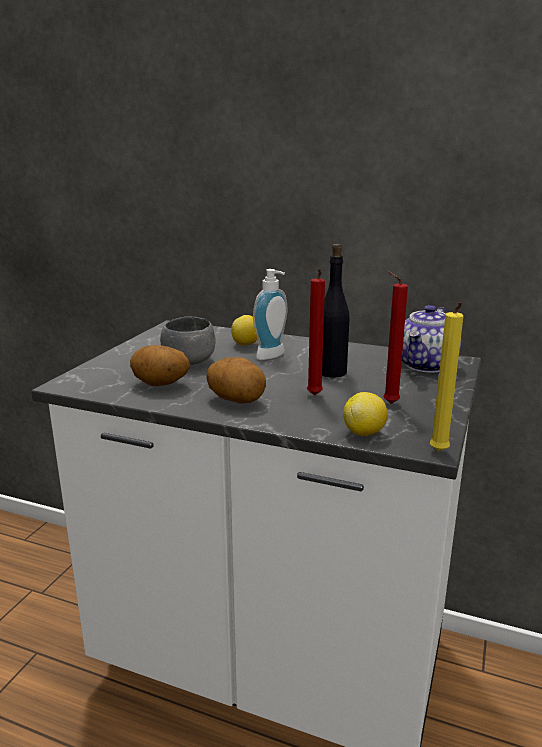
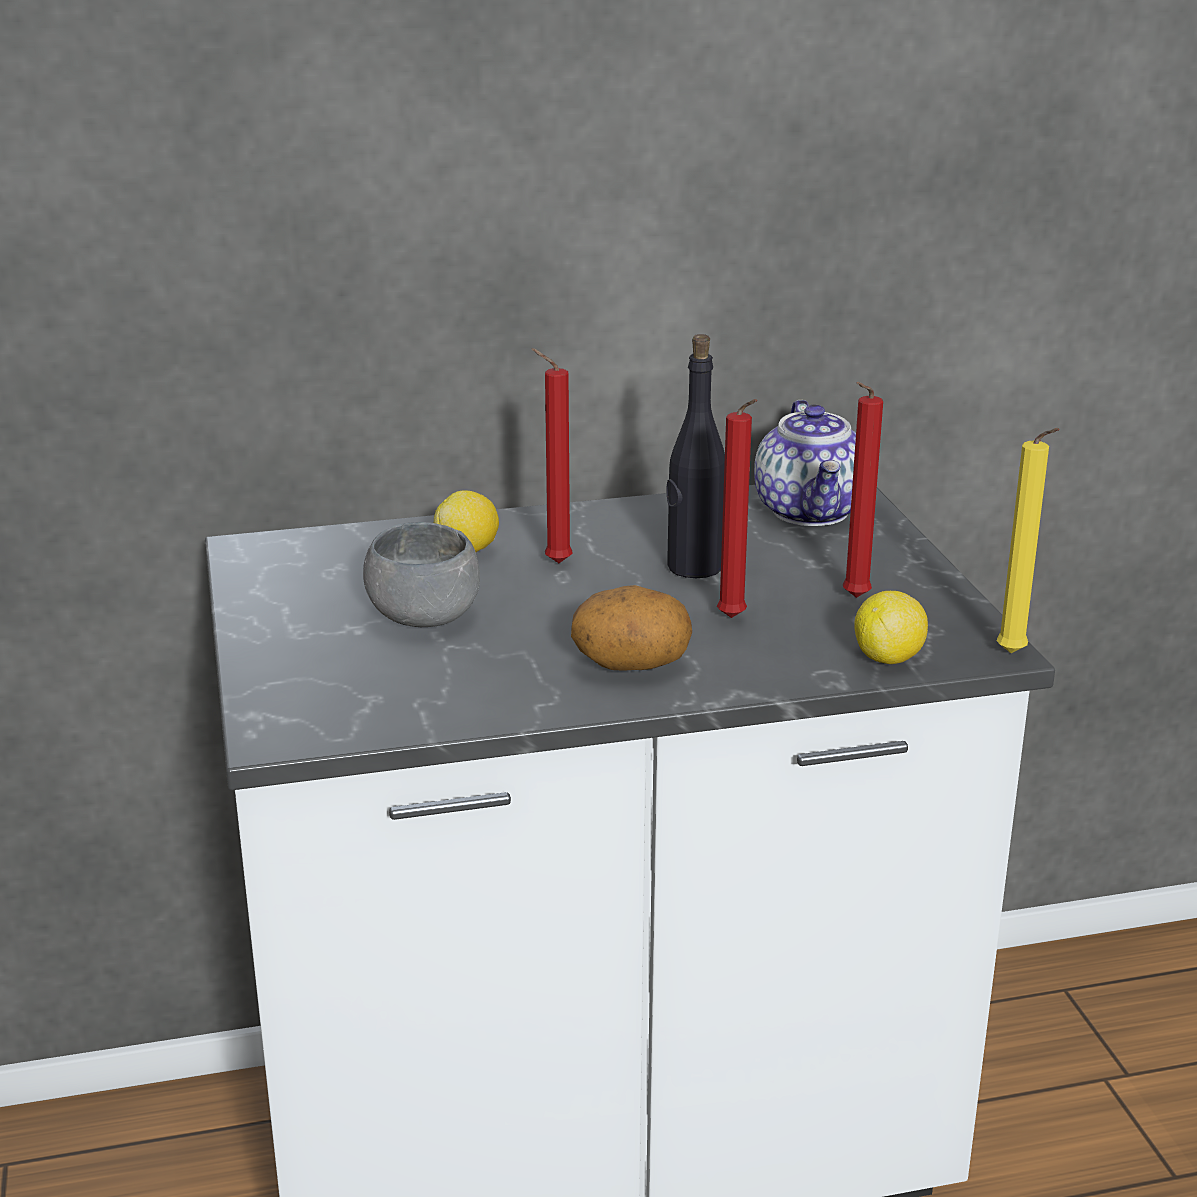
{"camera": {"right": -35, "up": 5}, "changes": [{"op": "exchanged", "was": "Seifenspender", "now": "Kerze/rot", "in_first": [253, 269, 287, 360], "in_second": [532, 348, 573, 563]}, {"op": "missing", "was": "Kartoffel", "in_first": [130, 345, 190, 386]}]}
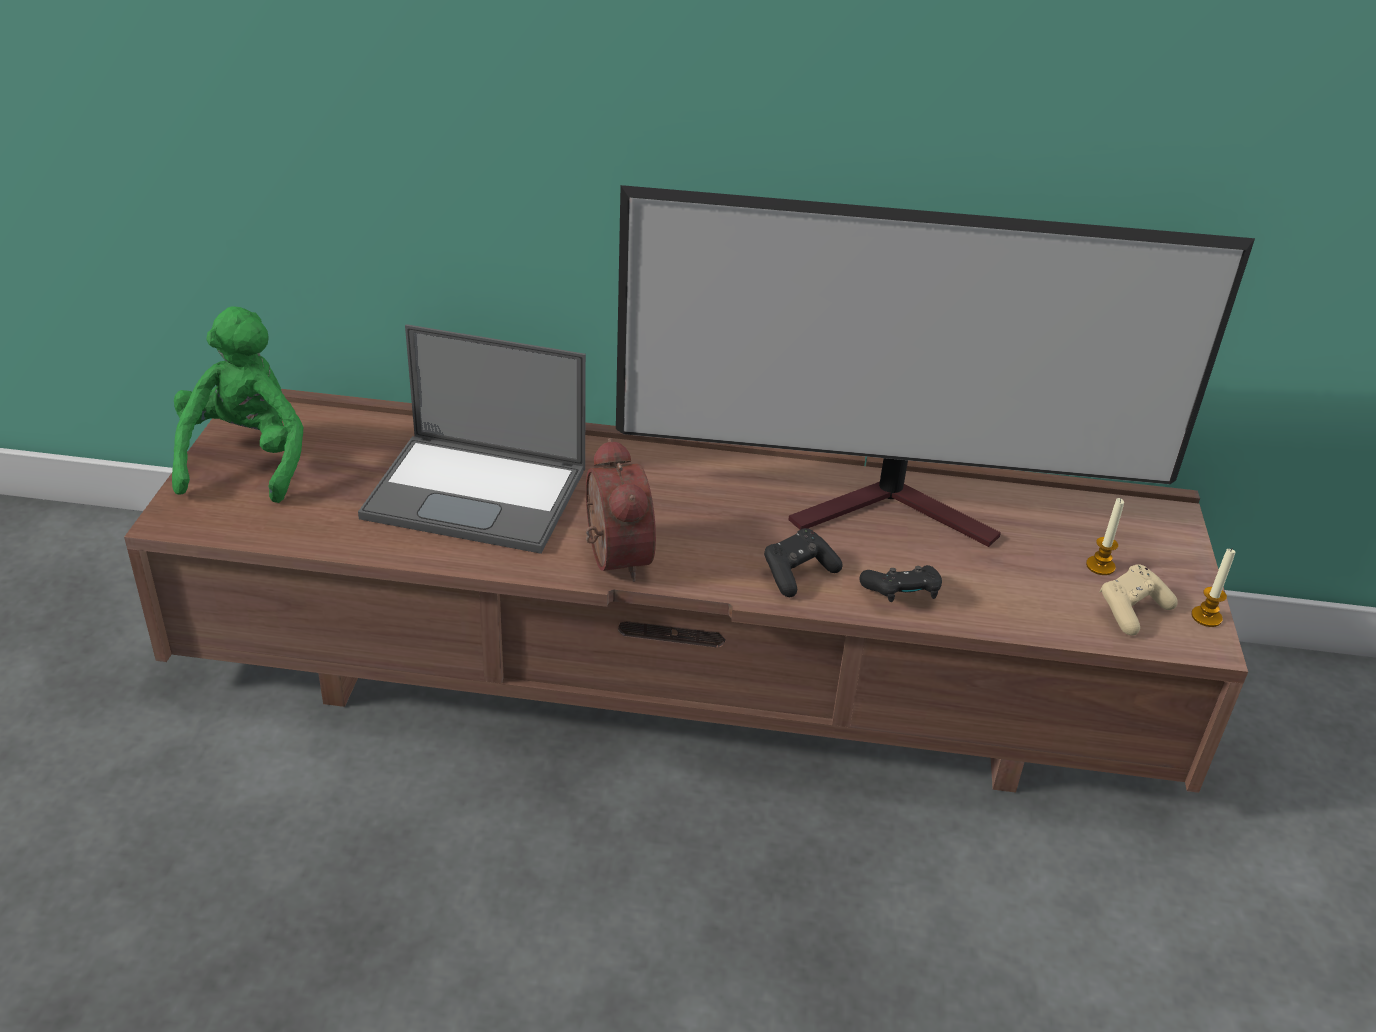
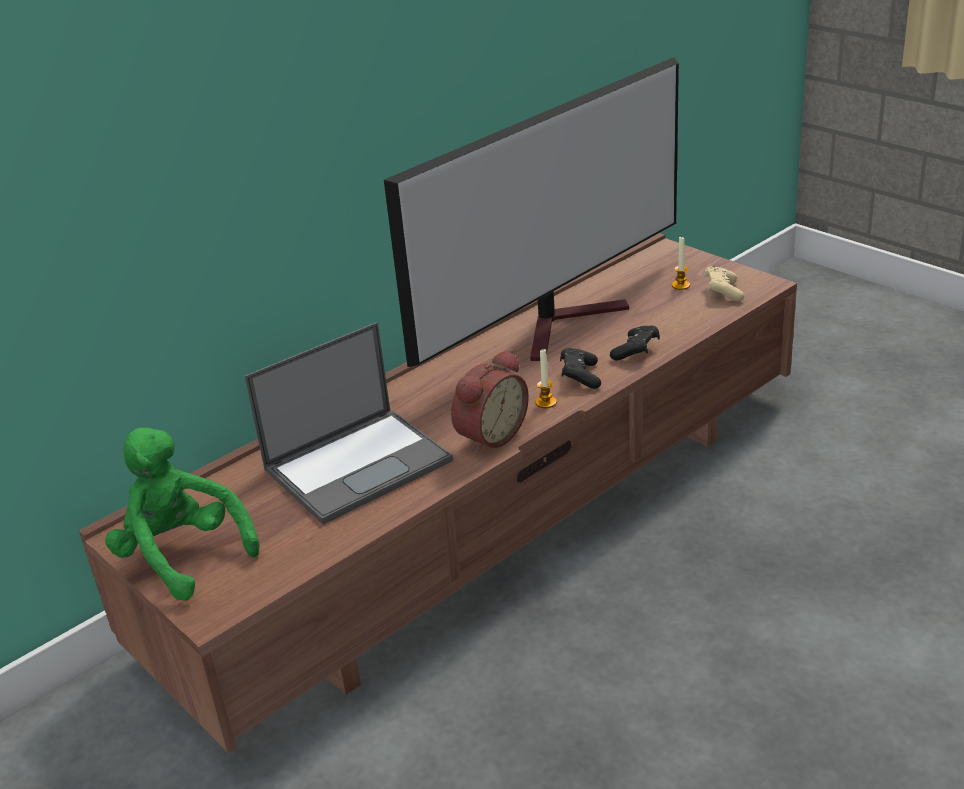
{"camera": {"right": -45, "up": -5}, "changes": [{"op": "spun", "was": "Wecker", "in_first": [586, 438, 656, 582], "in_second": [451, 350, 529, 454], "clockwise": 105}, {"op": "relocated", "was": "Kerze", "in_first": [1191, 549, 1235, 627], "in_second": [535, 349, 557, 408]}]}
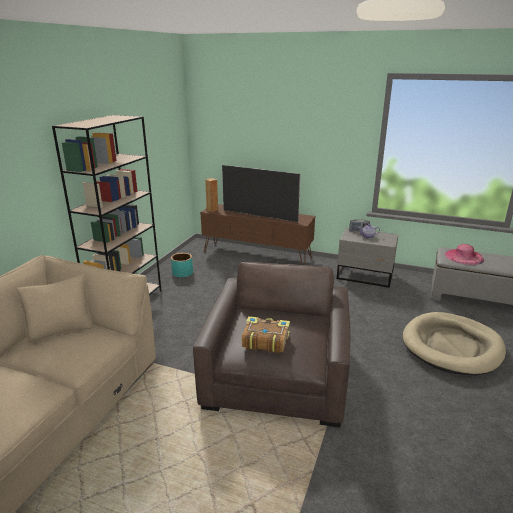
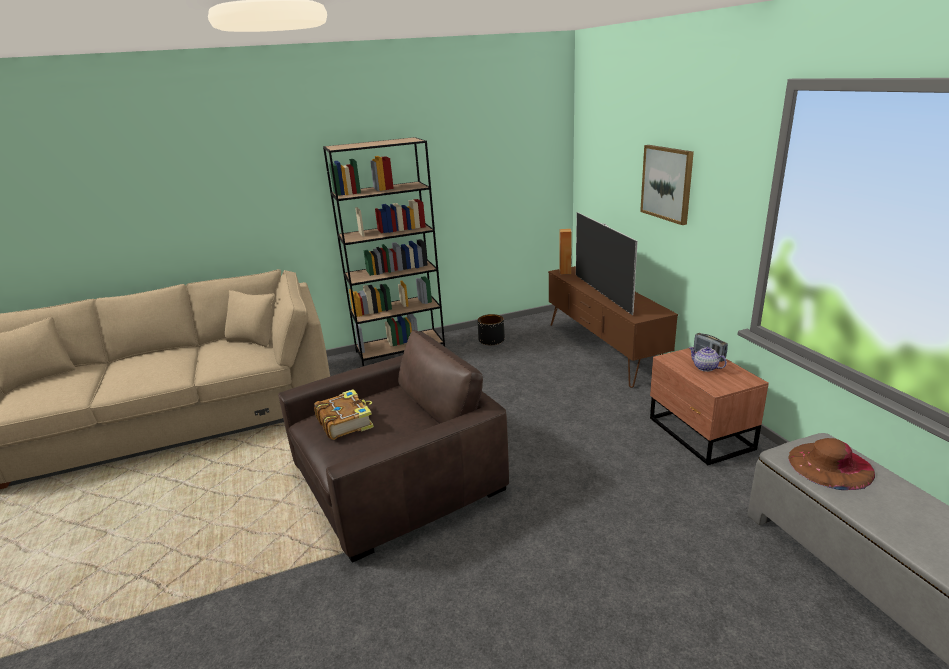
{"camera": {"right": 50, "up": 0}, "changes": [{"op": "colour", "was": "Pflanzkübel/türkis", "now": "Pflanzkübel/schwarz", "in_first": [171, 253, 193, 278], "in_second": [477, 314, 505, 345]}, {"op": "appeared", "now": "Bild", "in_second": [640, 145, 694, 225]}, {"op": "colour", "was": "Nachttisch/grau", "now": "Nachttisch/braun", "in_first": [337, 228, 399, 288], "in_second": [650, 347, 769, 465]}, {"op": "colour", "was": "Hut/rosa", "now": "Hut/braun", "in_first": [445, 244, 484, 265], "in_second": [788, 438, 875, 490]}, {"op": "missing", "was": "Hundebett/beige", "in_first": [402, 312, 506, 375]}]}
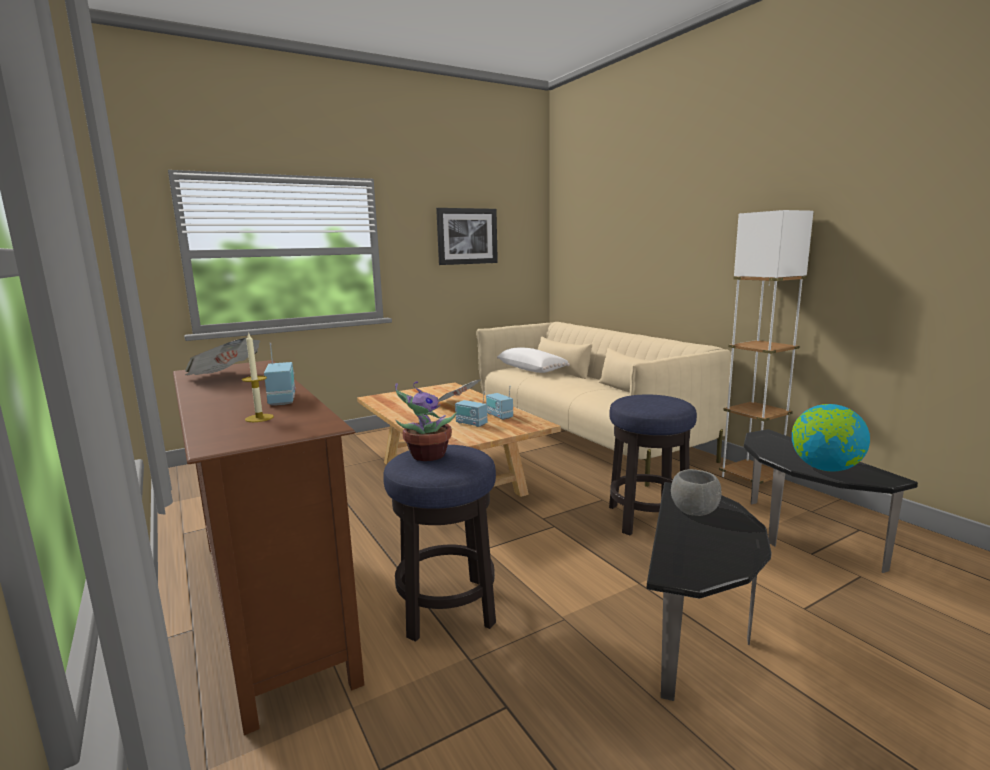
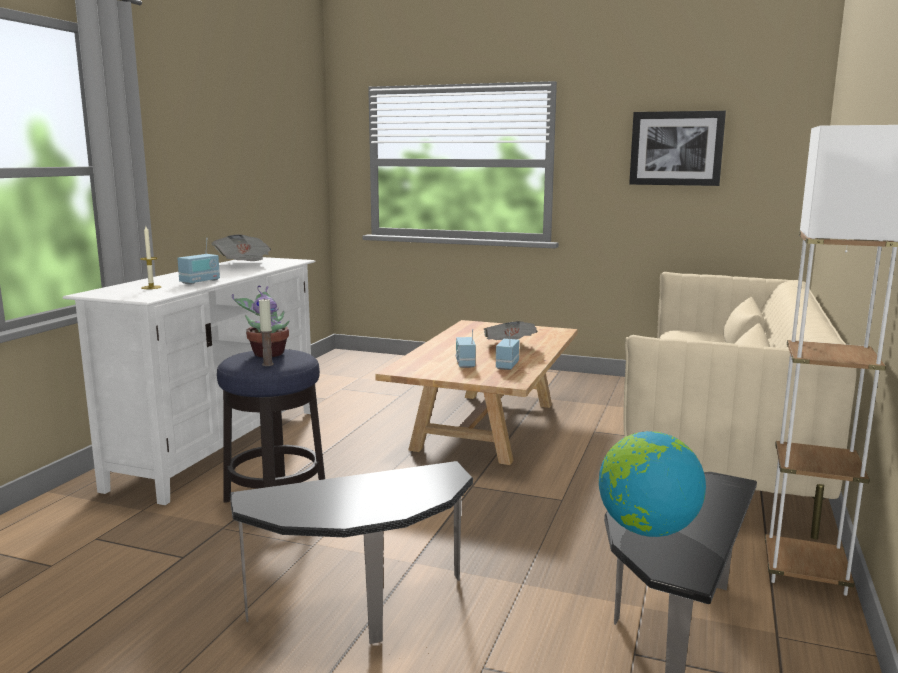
{"camera": {"right": 50, "up": 0}, "changes": [{"op": "colour", "was": "Fernsehschrank/braun", "now": "Fernsehschrank/weiß", "in_first": [173, 360, 364, 735], "in_second": [62, 257, 316, 505]}, {"op": "appeared", "now": "Kerze", "in_second": [259, 299, 274, 366]}, {"op": "missing", "was": "Kissen/weiß", "in_first": [497, 347, 570, 373]}, {"op": "missing", "was": "Hocker", "in_first": [609, 395, 697, 536]}, {"op": "missing", "was": "Schüssel/grau", "in_first": [671, 469, 721, 516]}]}
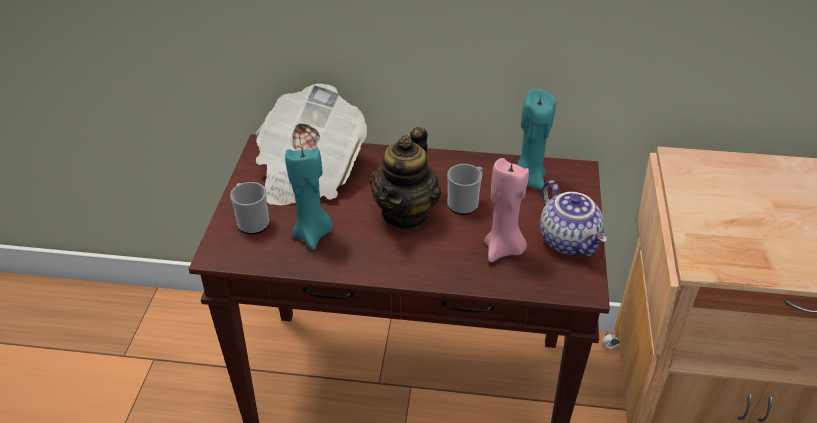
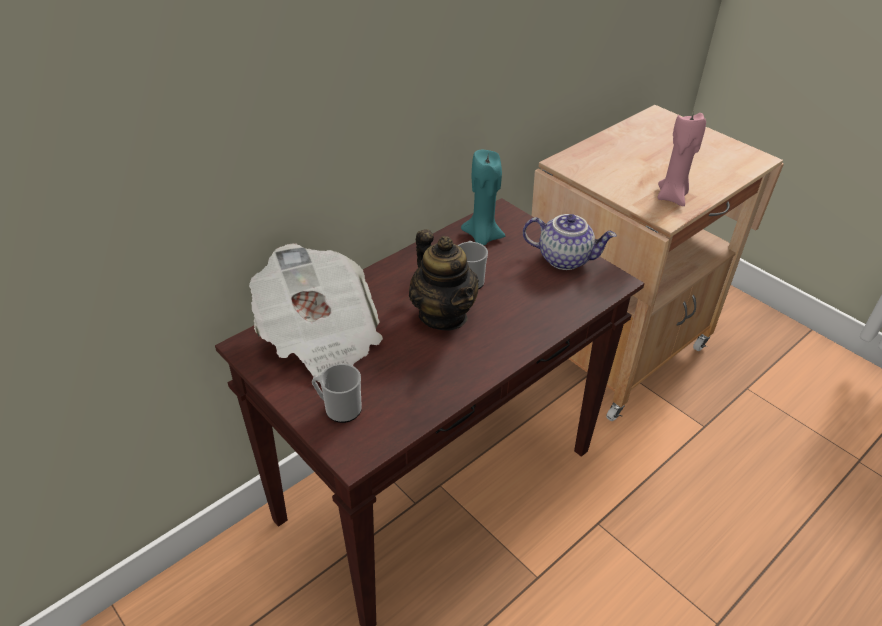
{"camera": {"right": -50, "up": 0}, "changes": [{"op": "relocated", "was": "Kerze/rosa", "in_first": [484, 158, 529, 262], "in_second": [657, 112, 706, 206]}, {"op": "missing", "was": "Kerze/türkis", "in_first": [285, 147, 332, 250]}]}
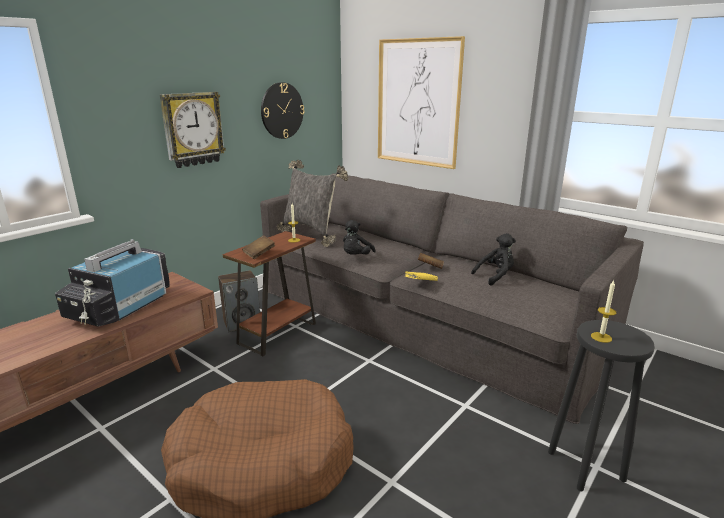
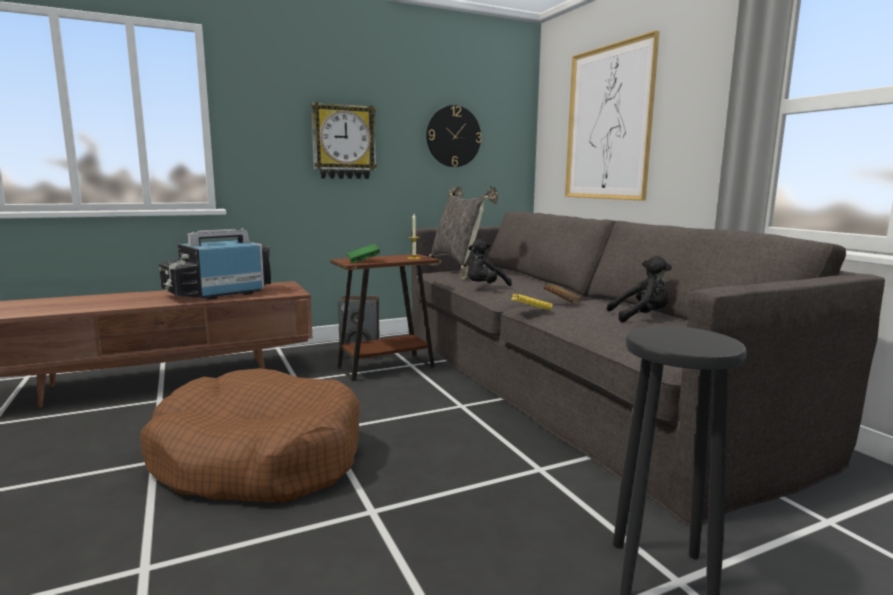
{"camera": {"right": 25, "up": -10}, "changes": [{"op": "colour", "was": "Buch/braun", "now": "Buch/grün", "in_first": [242, 235, 275, 259], "in_second": [347, 244, 381, 263]}, {"op": "missing", "was": "Kerze", "in_first": [591, 280, 616, 343]}]}
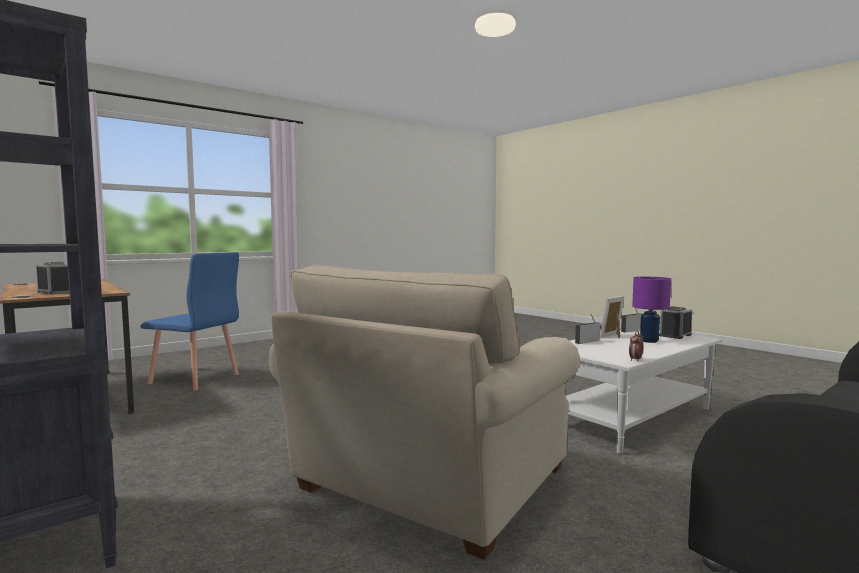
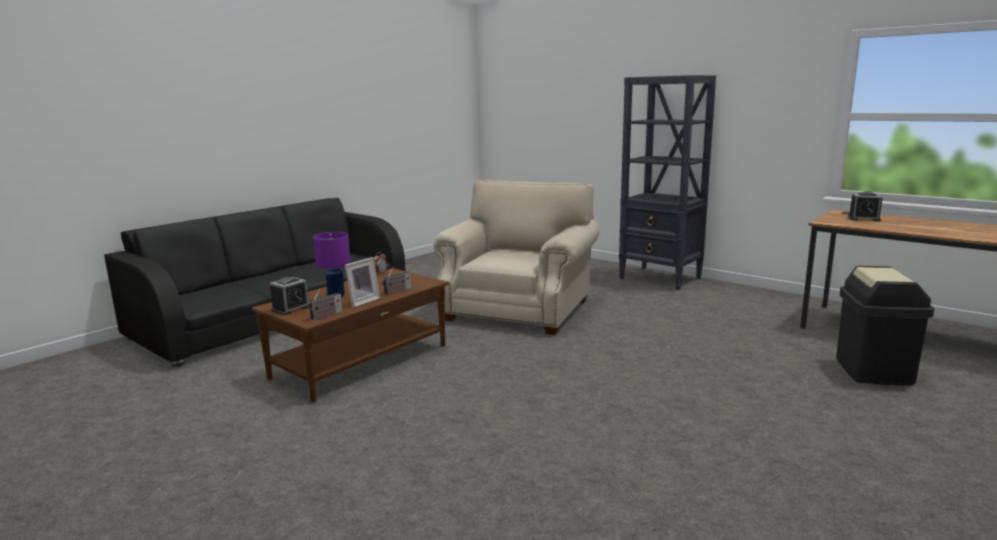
{"camera": {"right": 170, "up": 10}, "changes": [{"op": "colour", "was": "Couchtisch/weiß", "now": "Couchtisch/braun", "in_first": [566, 330, 721, 455], "in_second": [252, 268, 449, 403]}, {"op": "exchanged", "was": "Stuhl/blau", "now": "Mülleimer/schwarz", "in_first": [141, 252, 239, 390], "in_second": [836, 266, 934, 385]}]}
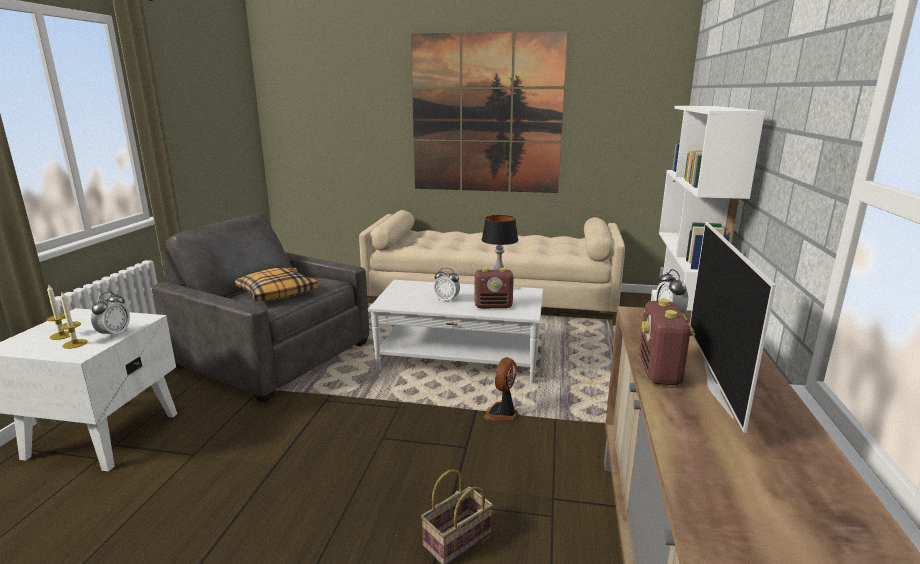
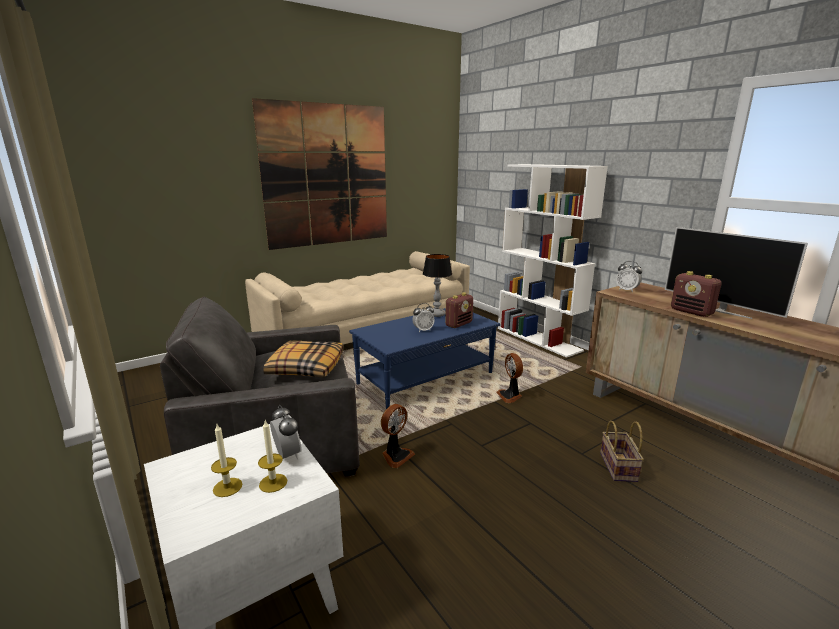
{"camera": {"right": -45, "up": 0}, "changes": [{"op": "colour", "was": "Couchtisch/weiß", "now": "Couchtisch/blau", "in_first": [368, 280, 543, 384], "in_second": [349, 308, 500, 409]}, {"op": "appeared", "now": "Ventilator", "in_second": [381, 404, 415, 468]}]}
